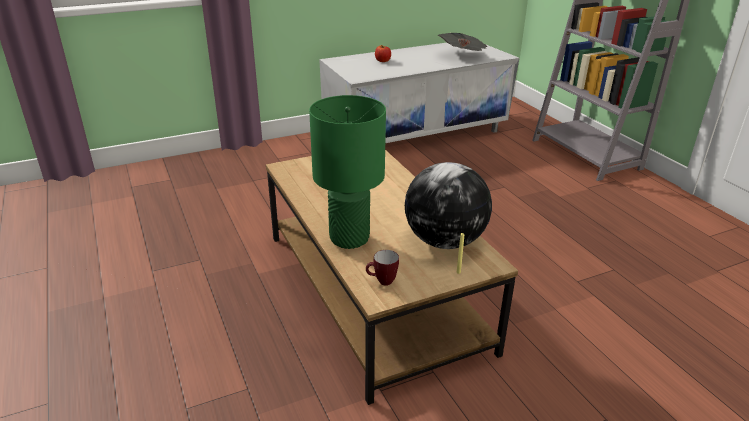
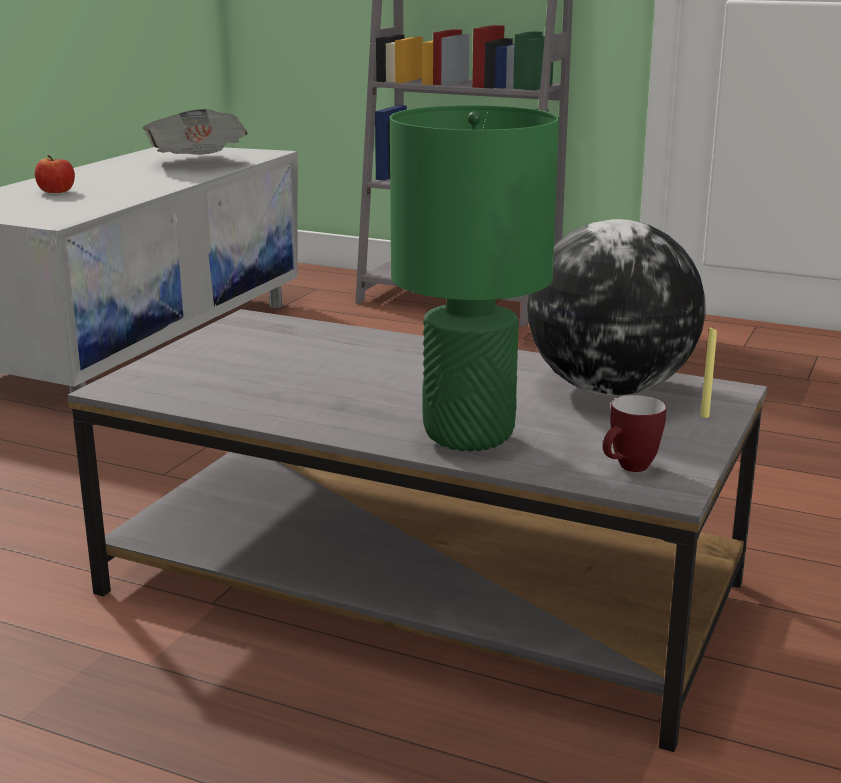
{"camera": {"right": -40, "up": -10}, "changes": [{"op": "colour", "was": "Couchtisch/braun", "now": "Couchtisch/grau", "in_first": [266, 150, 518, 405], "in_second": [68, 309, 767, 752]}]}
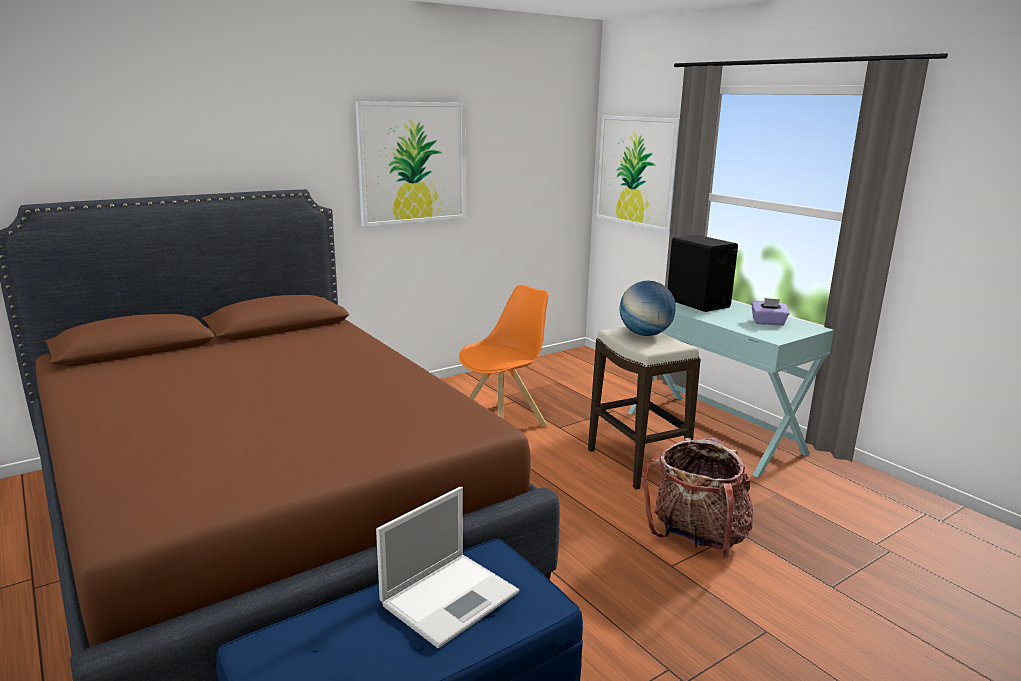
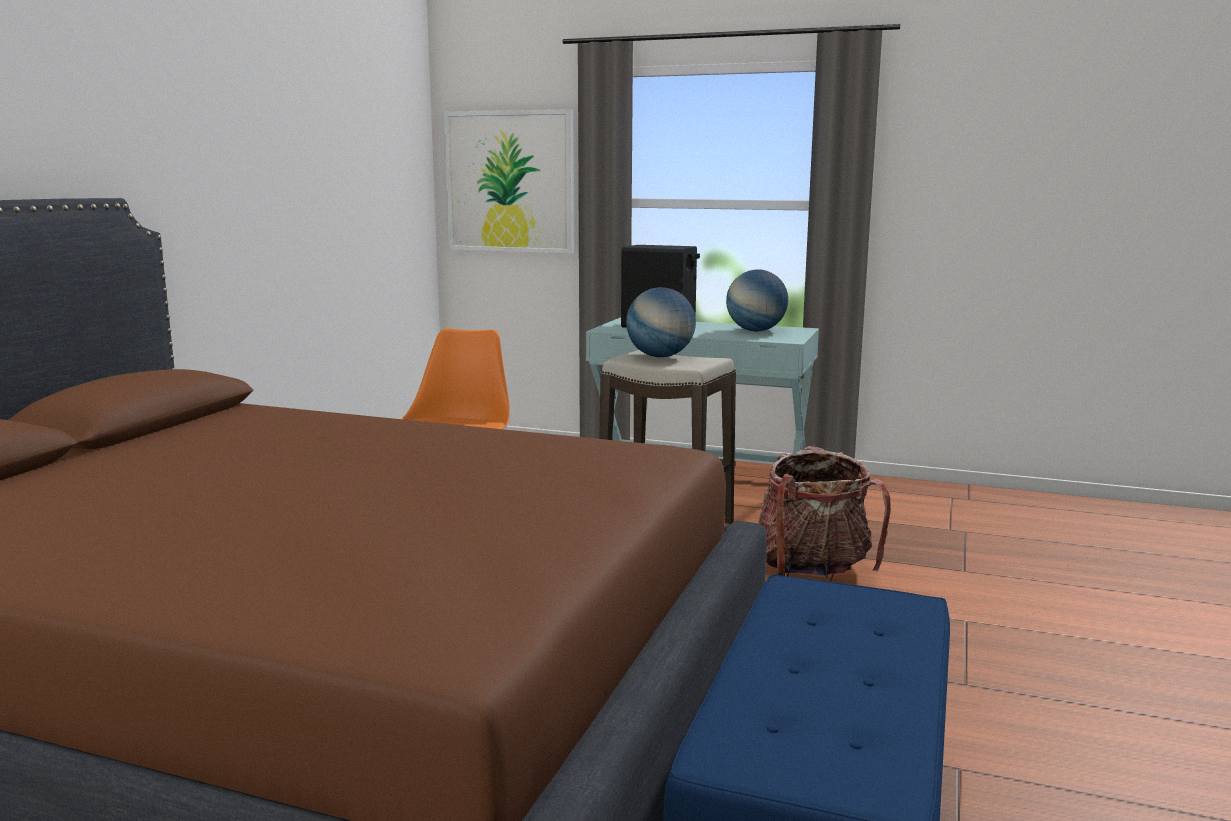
{"camera": {"right": -35, "up": -5}, "changes": [{"op": "exchanged", "was": "Taschentuchbox/lila", "now": "Globus", "in_first": [751, 298, 789, 325], "in_second": [726, 269, 788, 331]}, {"op": "missing", "was": "Bild", "in_first": [355, 101, 466, 227]}, {"op": "missing", "was": "Laptop", "in_first": [376, 487, 519, 648]}]}
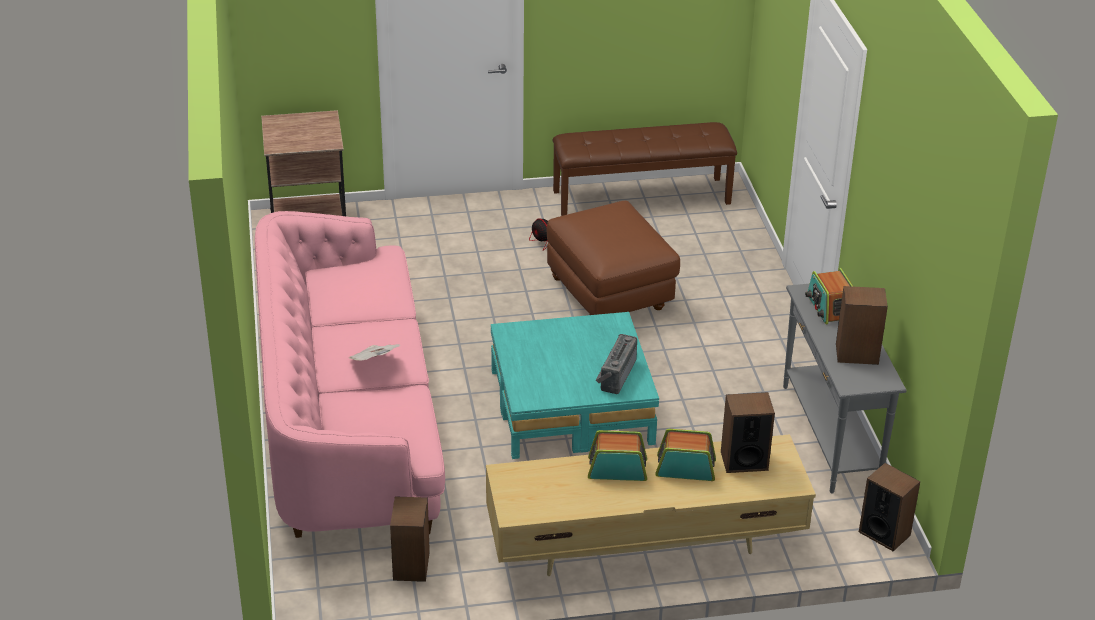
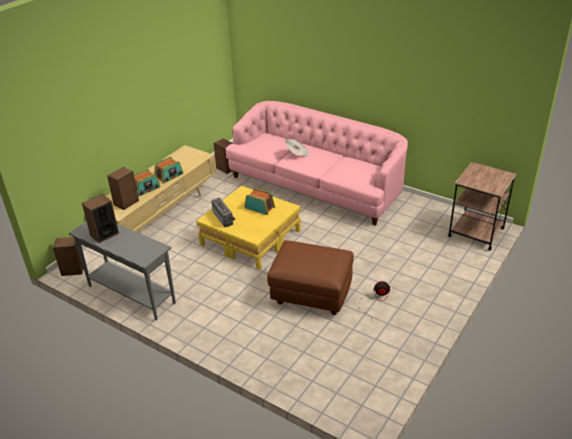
{"camera": {"right": 135, "up": 0}, "changes": [{"op": "colour", "was": "Couchtisch/türkis", "now": "Couchtisch/gelb", "in_first": [491, 312, 659, 459], "in_second": [196, 186, 301, 270]}, {"op": "relocated", "was": "Radio", "in_first": [805, 268, 853, 325], "in_second": [244, 188, 275, 215]}, {"op": "missing", "was": "Bank/braun", "in_first": [553, 122, 737, 216]}]}
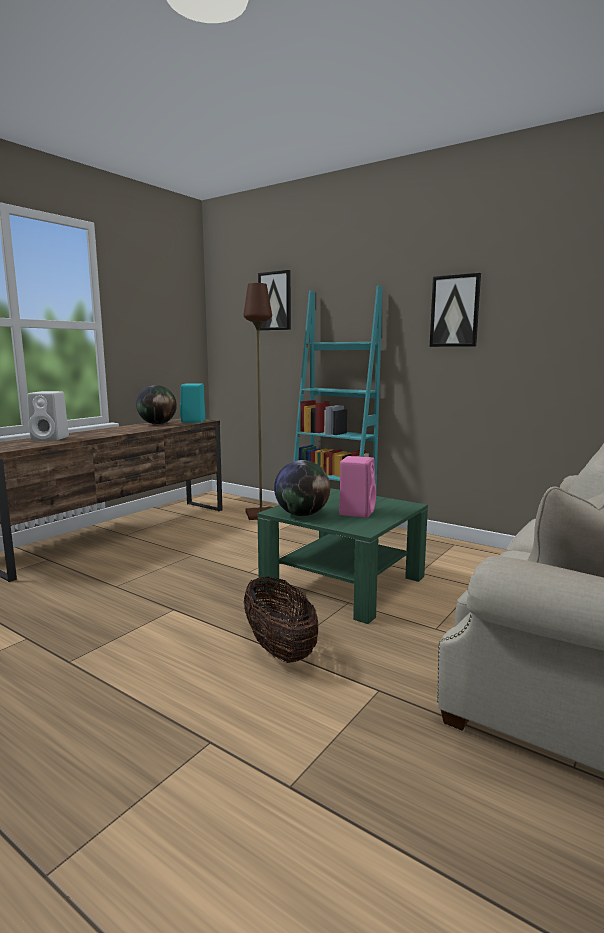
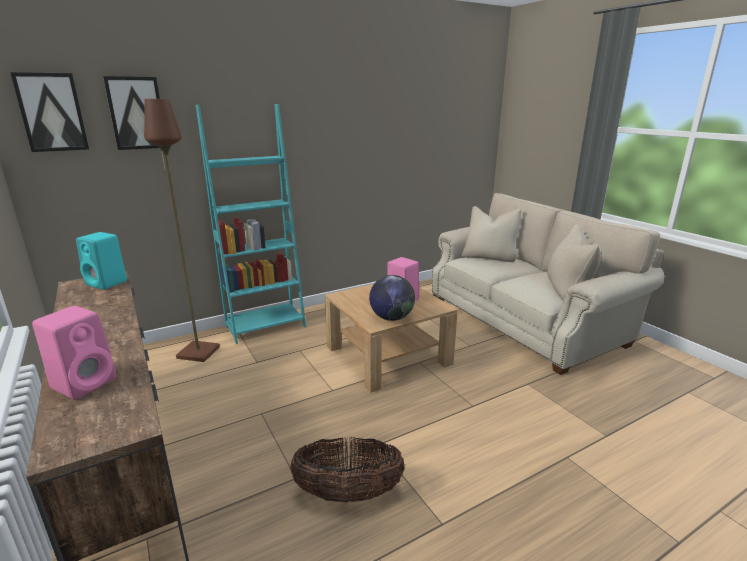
{"camera": {"right": -65, "up": 10}, "changes": [{"op": "relocated", "was": "Bild", "in_first": [430, 273, 481, 347], "in_second": [10, 72, 89, 152]}, {"op": "colour", "was": "Lautsprecher/weiß", "now": "Lautsprecher/rosa", "in_first": [27, 391, 69, 441], "in_second": [32, 306, 117, 400]}, {"op": "relocated", "was": "Korb", "in_first": [243, 577, 318, 663], "in_second": [290, 437, 405, 503]}, {"op": "colour", "was": "Couchtisch/grün", "now": "Couchtisch/braun", "in_first": [257, 488, 428, 624], "in_second": [325, 284, 458, 393]}, {"op": "missing", "was": "Globus", "in_first": [136, 385, 177, 424]}]}
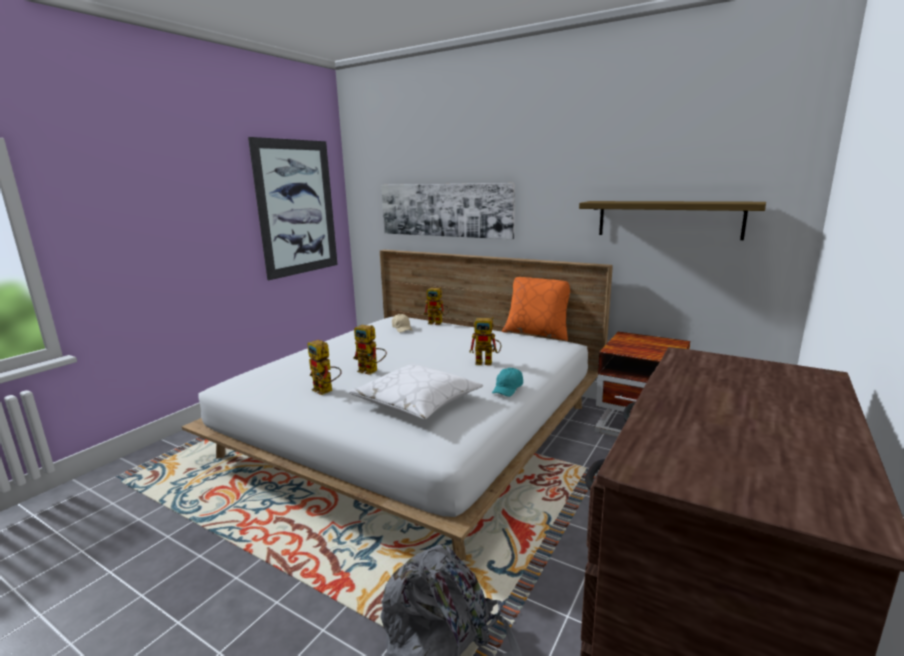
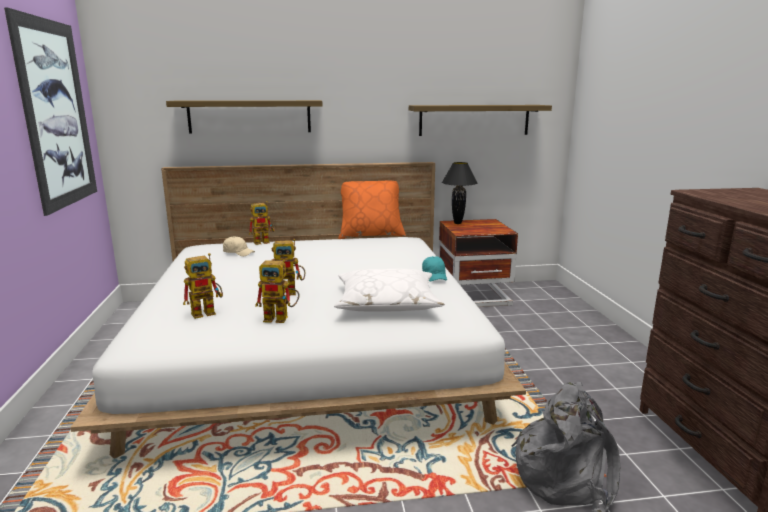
{"camera": {"right": -40, "up": 0}, "changes": [{"op": "exchanged", "was": "Bild", "now": "Wandregal", "in_first": [381, 183, 515, 239], "in_second": [166, 100, 322, 133]}, {"op": "relocated", "was": "Spielzeugroboter", "in_first": [469, 317, 501, 365], "in_second": [183, 253, 223, 319]}, {"op": "appeared", "now": "Tischlampe/schwarz", "in_second": [442, 162, 477, 224]}]}
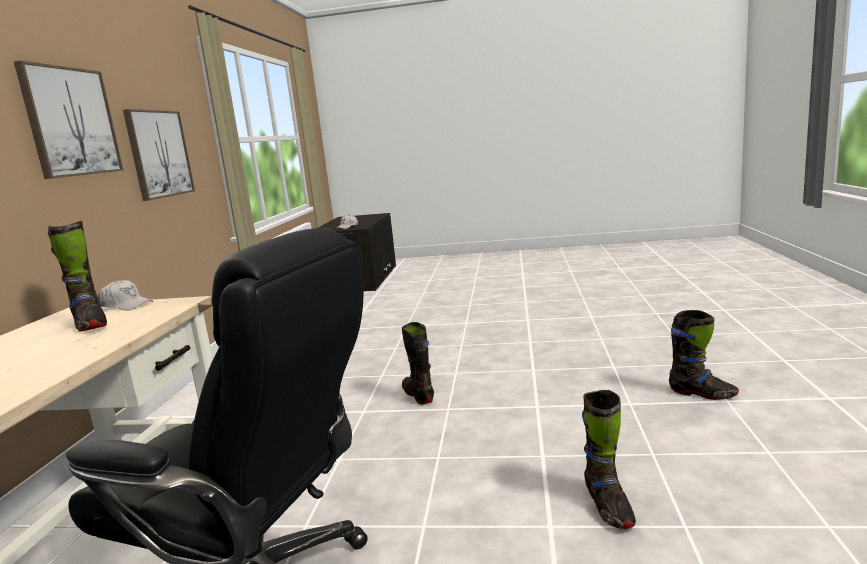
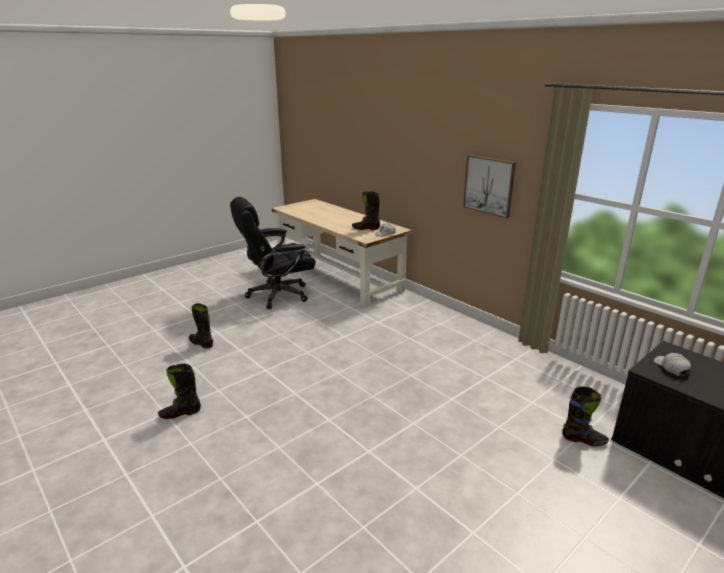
{"camera": {"right": 130, "up": 10}, "changes": [{"op": "relocated", "was": "Stiefel/schwarz", "in_first": [402, 322, 434, 404], "in_second": [562, 386, 609, 446]}, {"op": "missing", "was": "Bild", "in_first": [14, 61, 124, 179]}]}
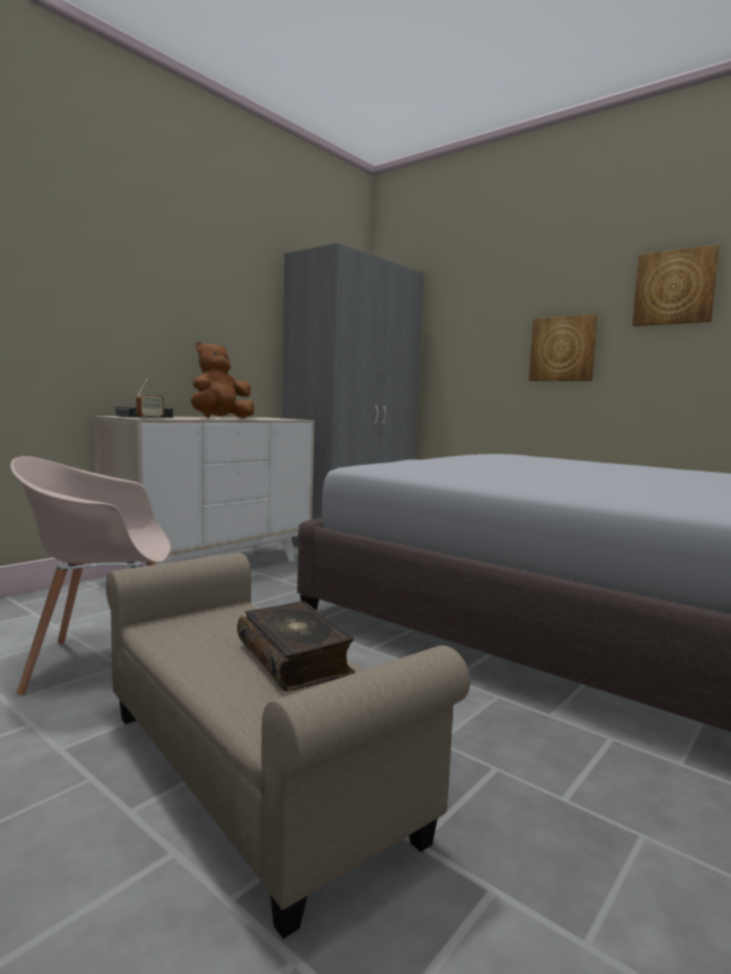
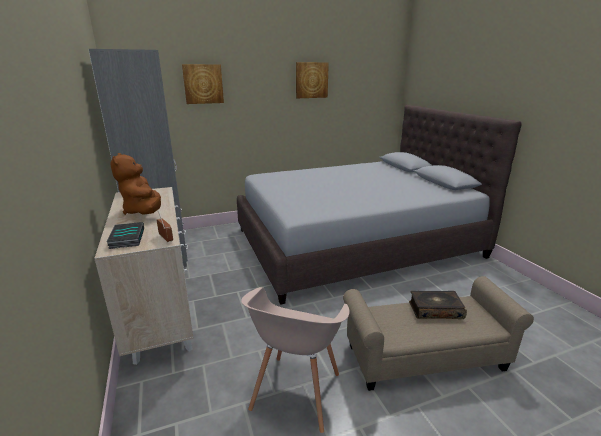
{"camera": {"right": -60, "up": 15}, "changes": [{"op": "relocated", "was": "Bild", "in_first": [529, 314, 598, 381], "in_second": [182, 64, 224, 104]}]}
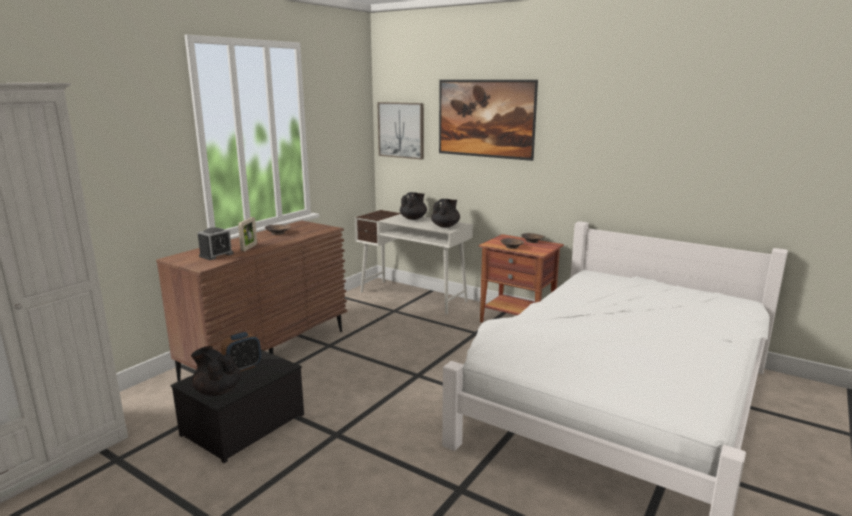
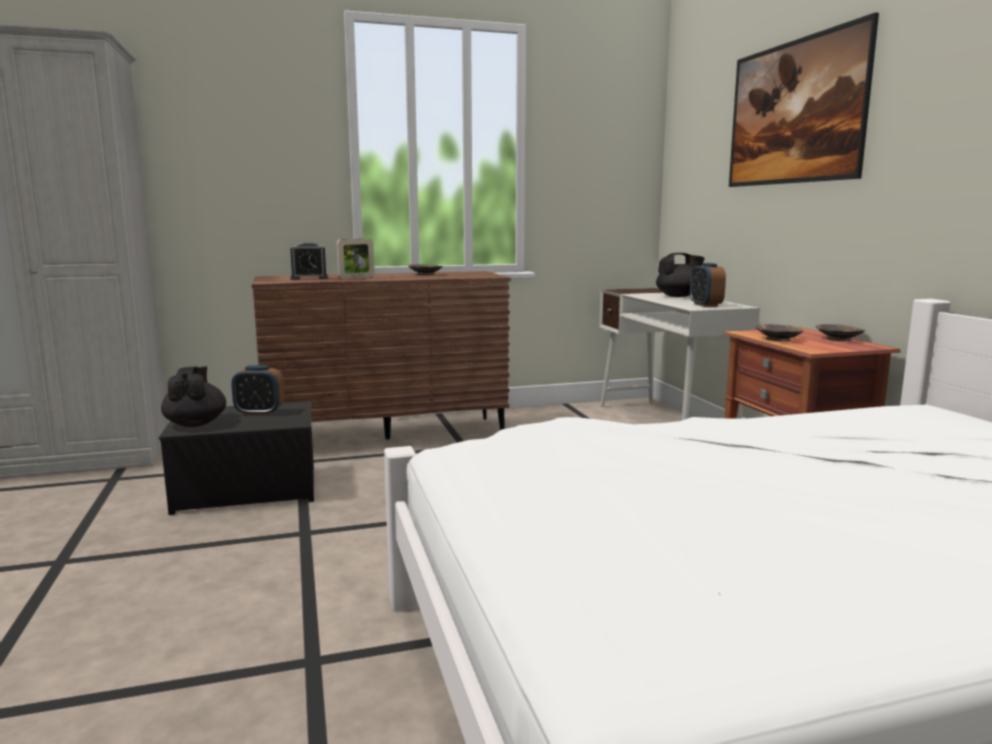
{"camera": {"right": 40, "up": -5}, "changes": [{"op": "exchanged", "was": "Teekanne/schwarz", "now": "Wecker", "in_first": [431, 199, 460, 228], "in_second": [690, 263, 726, 307]}, {"op": "missing", "was": "Bild", "in_first": [377, 102, 424, 160]}]}
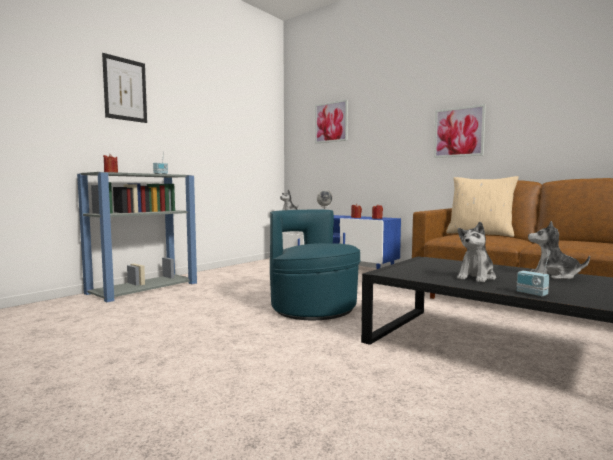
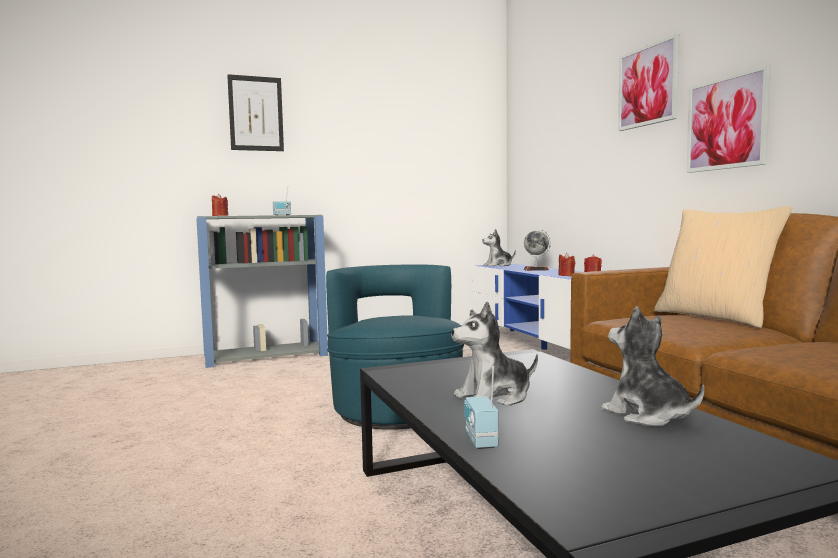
{"camera": {"right": 30, "up": 0}, "changes": [{"op": "relocated", "was": "Bild", "in_first": [315, 99, 348, 144], "in_second": [618, 33, 680, 131]}]}
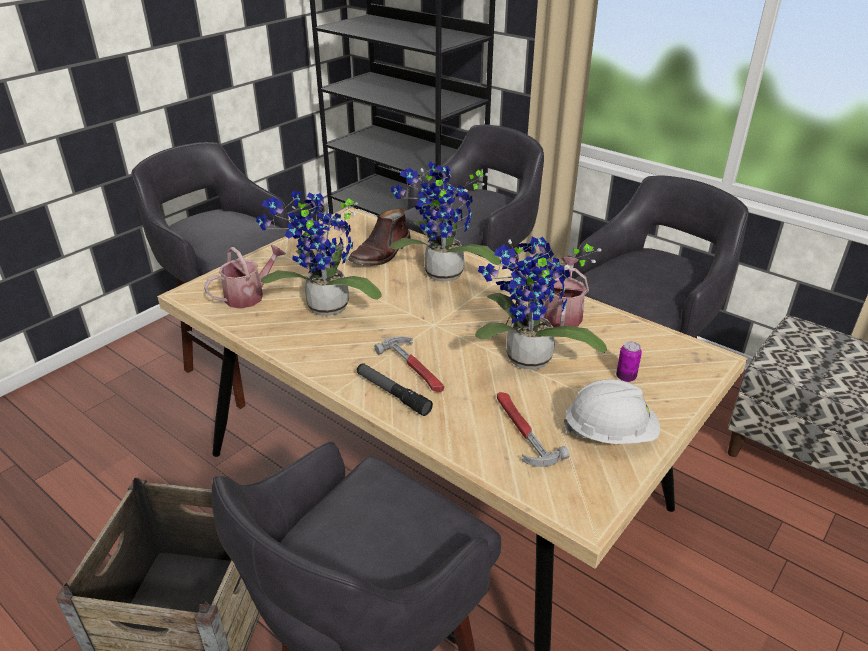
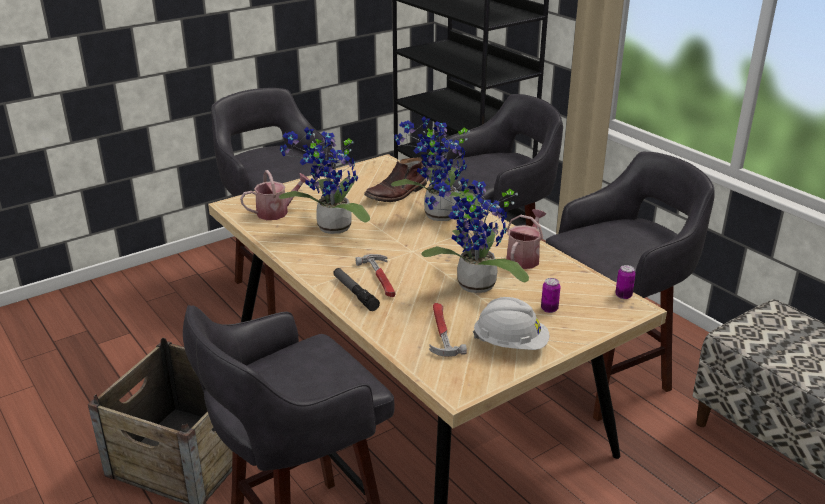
{"camera": {"right": 15, "up": -5}, "changes": [{"op": "appeared", "now": "Dose", "in_second": [615, 265, 636, 299]}]}
